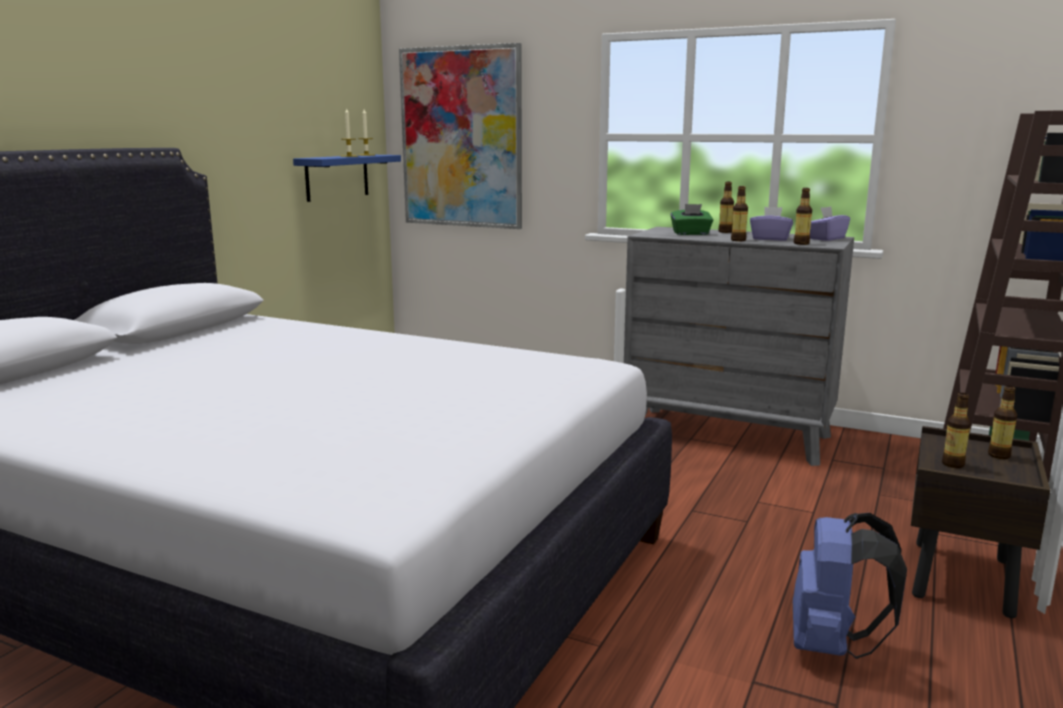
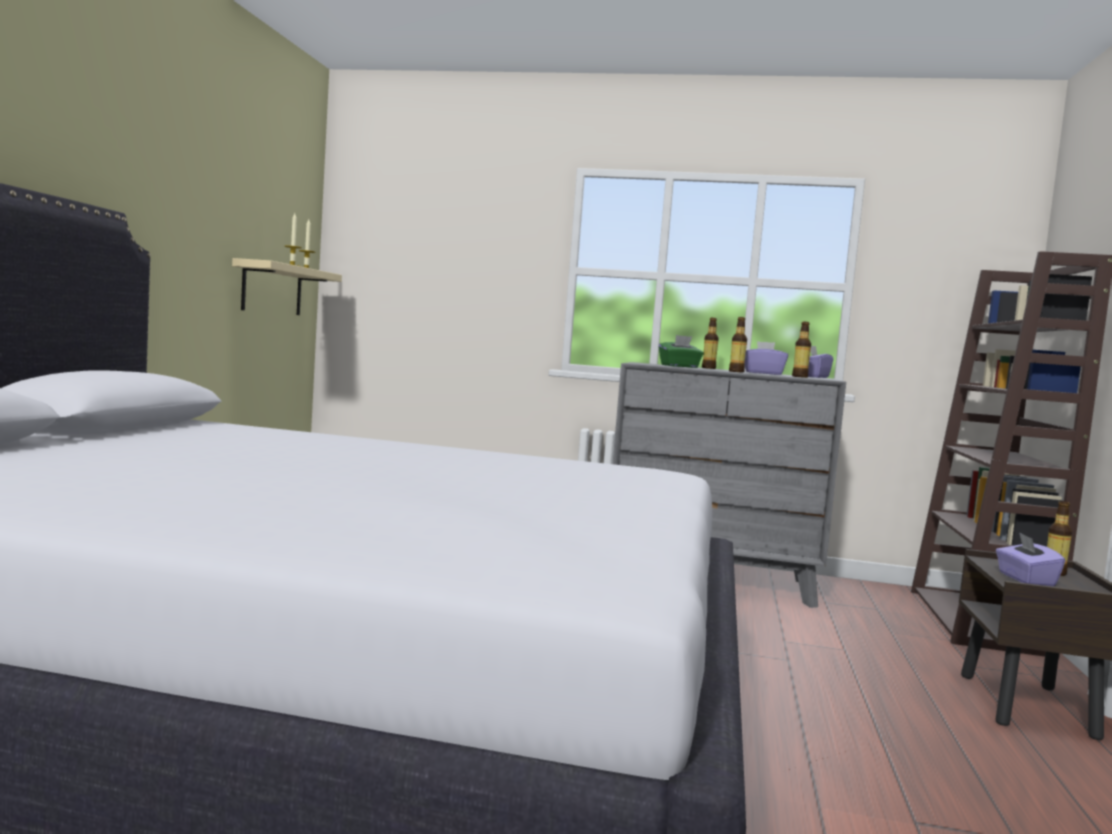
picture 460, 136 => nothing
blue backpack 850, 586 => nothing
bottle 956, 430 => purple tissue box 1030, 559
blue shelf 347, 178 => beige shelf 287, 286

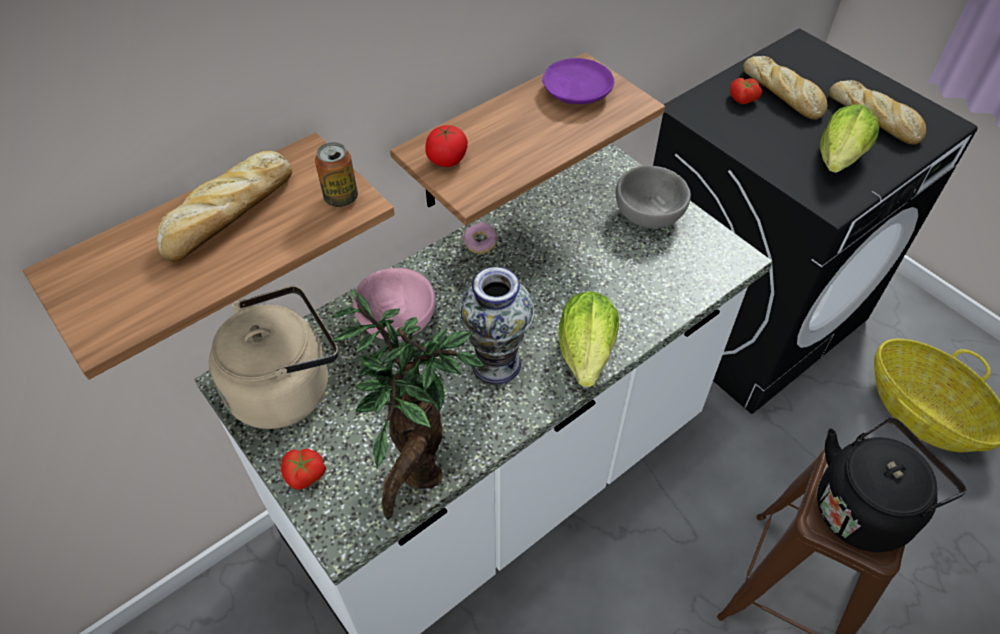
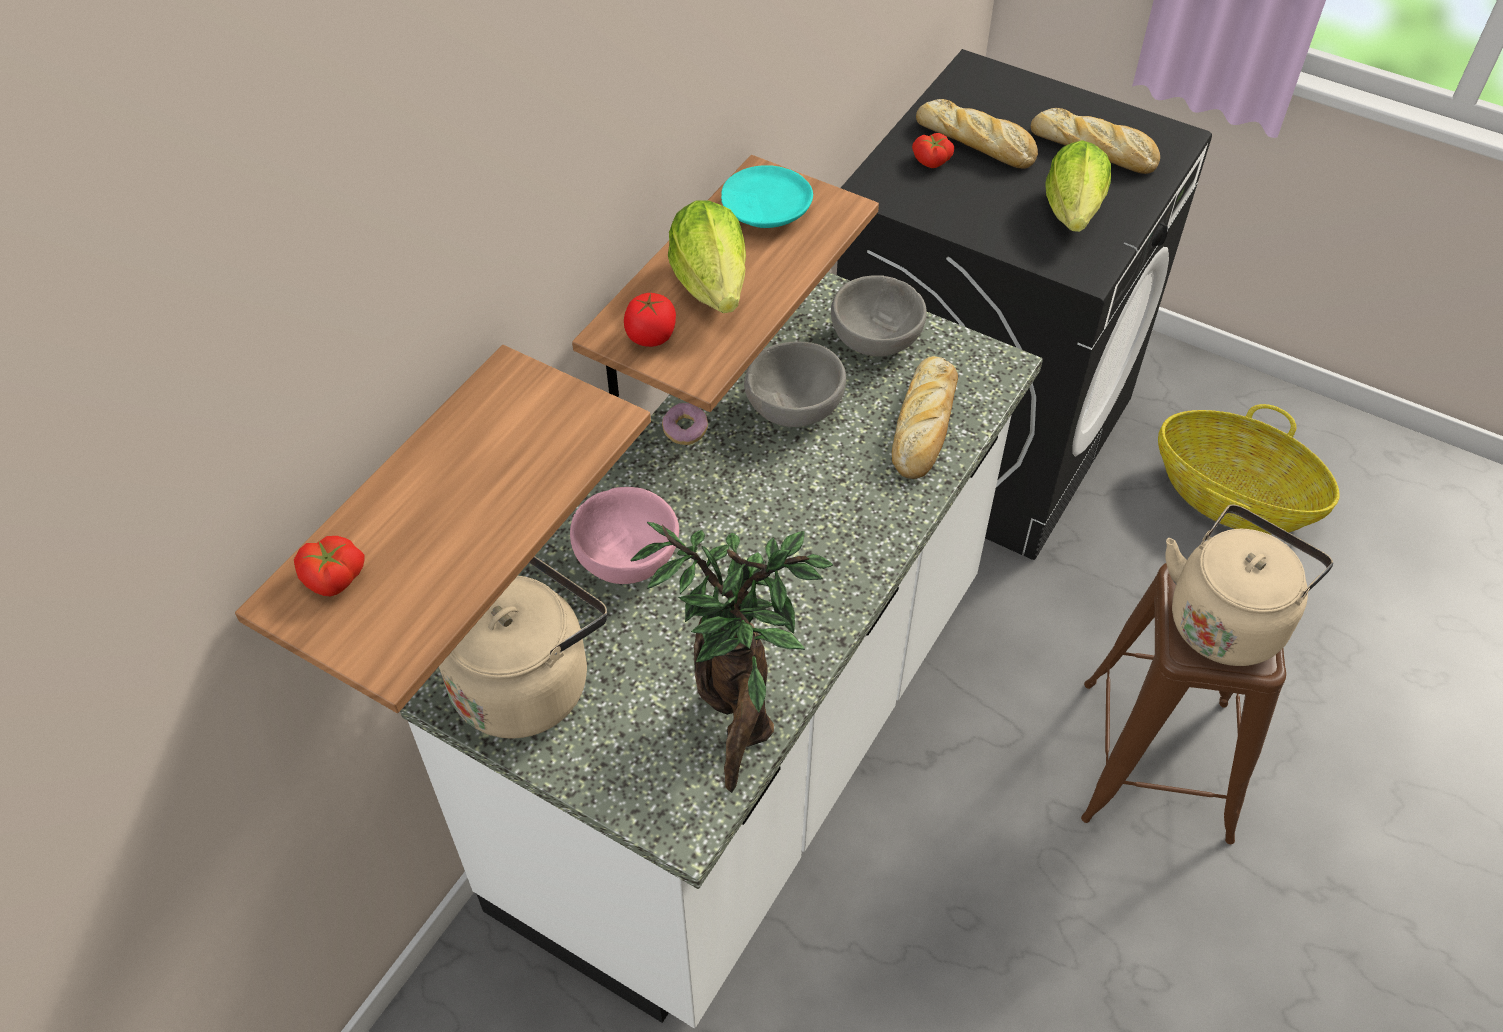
can 336, 174 => nothing
vase 496, 325 => nothing
nothing => grey bowl 795, 384
bread 224, 206 => bread 925, 417, moved
tomato 303, 468 => tomato 329, 566, moved
lettuce 589, 339 => lettuce 707, 256, moved
purple plate 578, 81 => turquoise plate 767, 196
black kettle 891, 484 => beige kettle 1249, 585

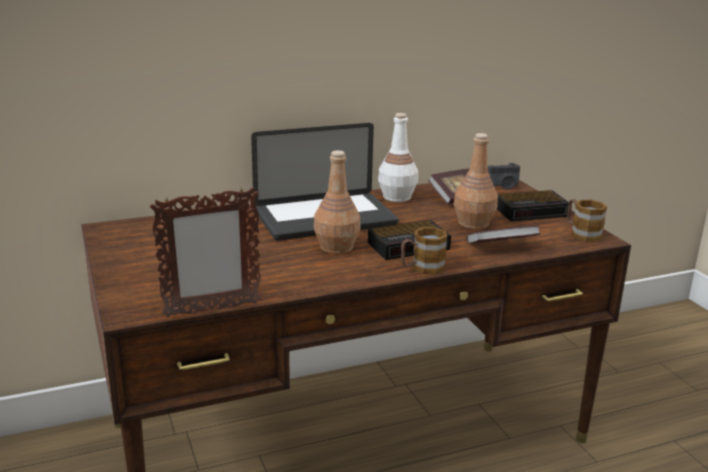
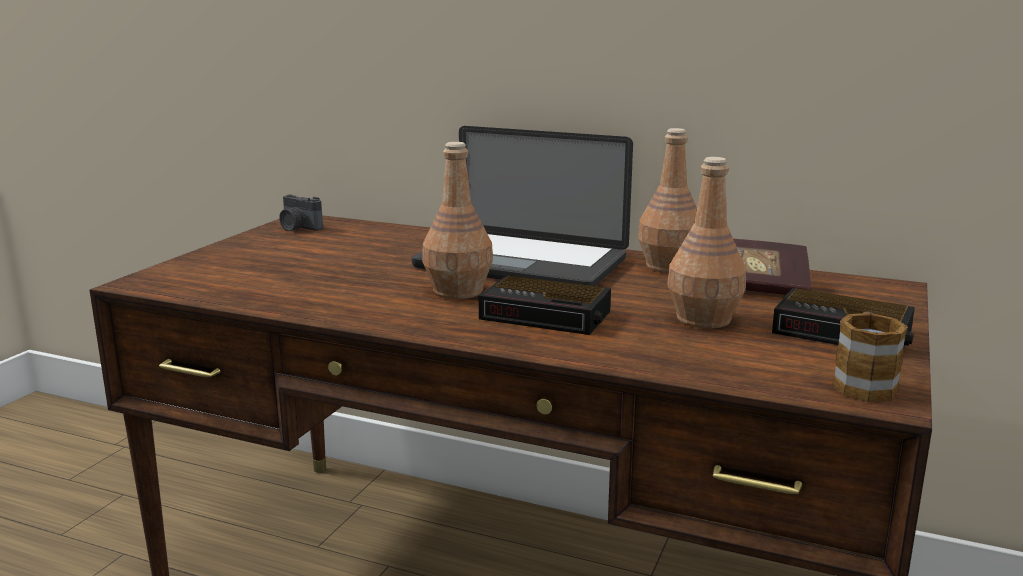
picture frame 205, 252 => nothing
mug 424, 250 => nothing
book 504, 234 => nothing
photo camera 504, 176 => photo camera 301, 213, moved
white bottle 398, 157 => brown bottle 667, 200

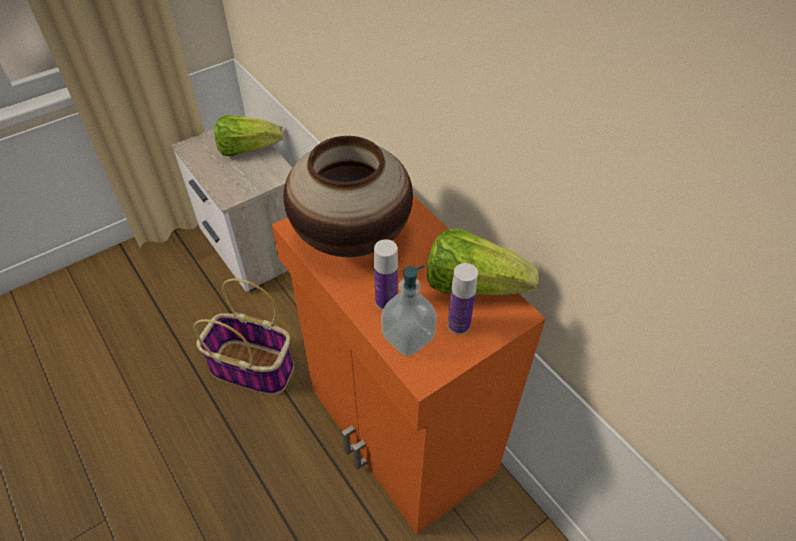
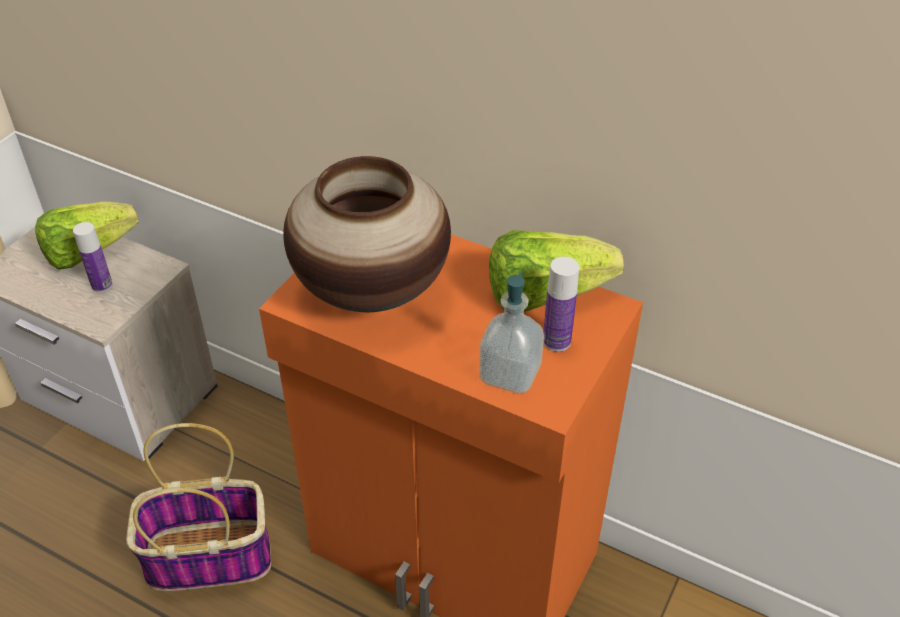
bottle 386, 274 => bottle 93, 257, moved

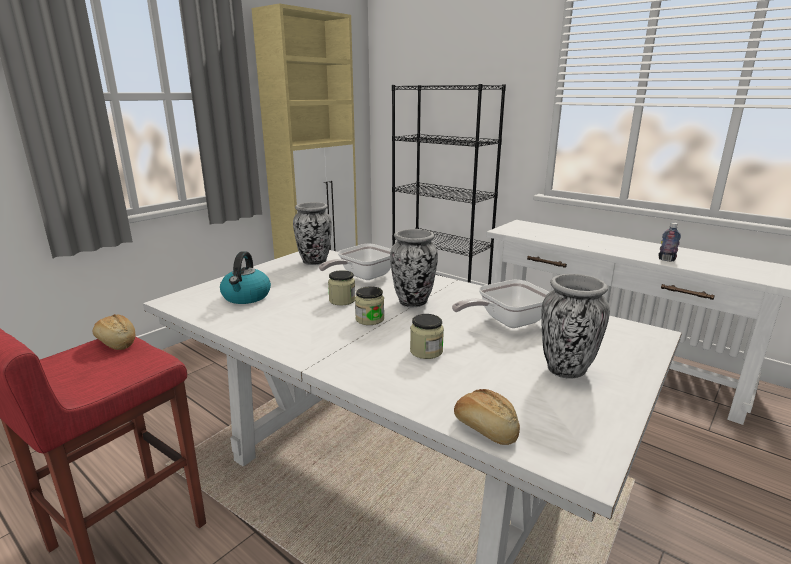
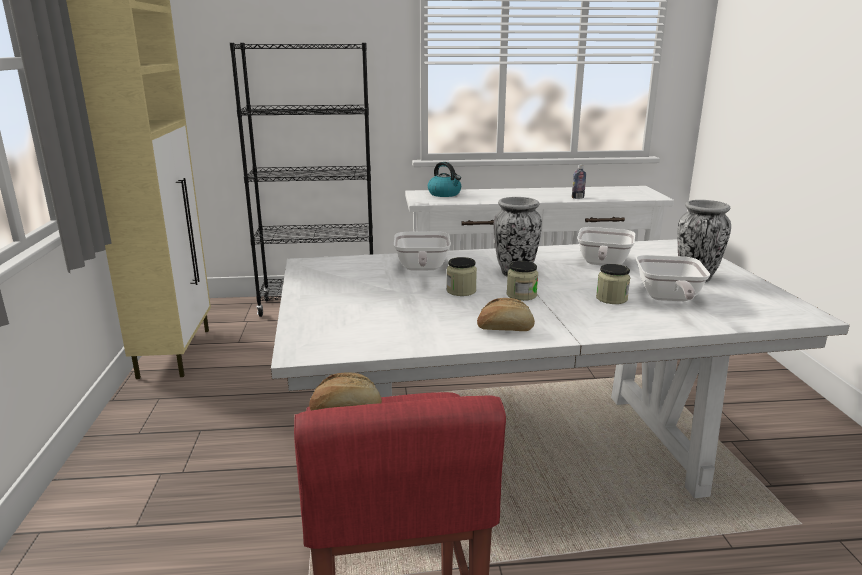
vase 312, 233 => nothing
nothing => frying pan 673, 278
kettle 245, 277 => kettle 444, 179, moved
bread 487, 417 => bread 506, 314, moved

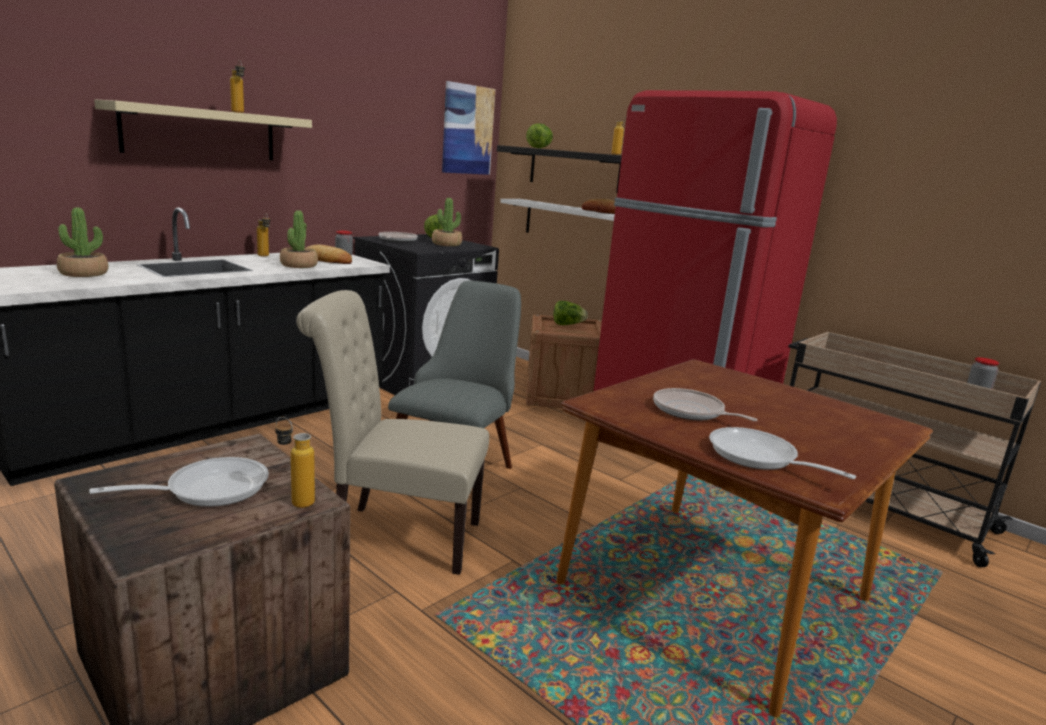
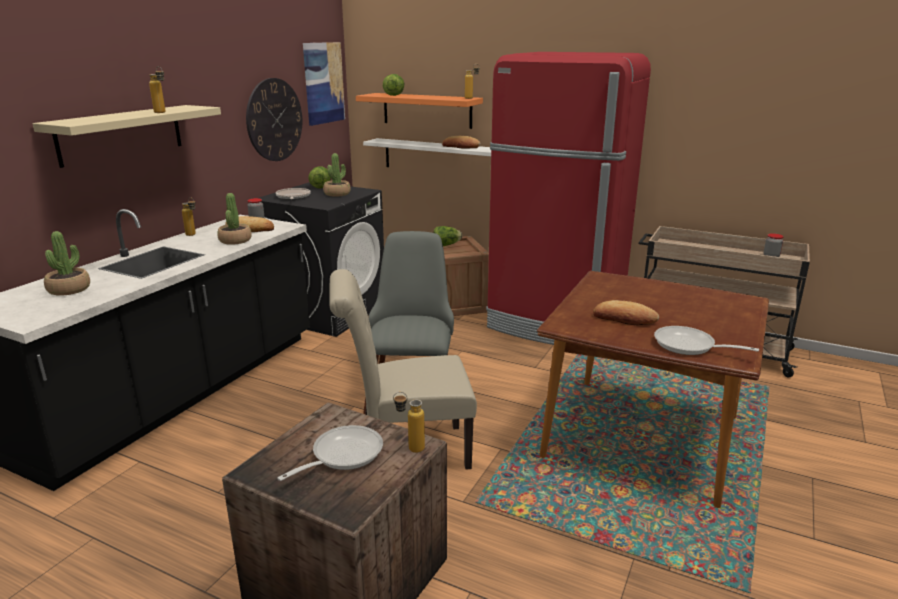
nothing => wall clock 274, 119
frying pan 705, 404 => bread 626, 312
black shelf 559, 169 => orange shelf 419, 111

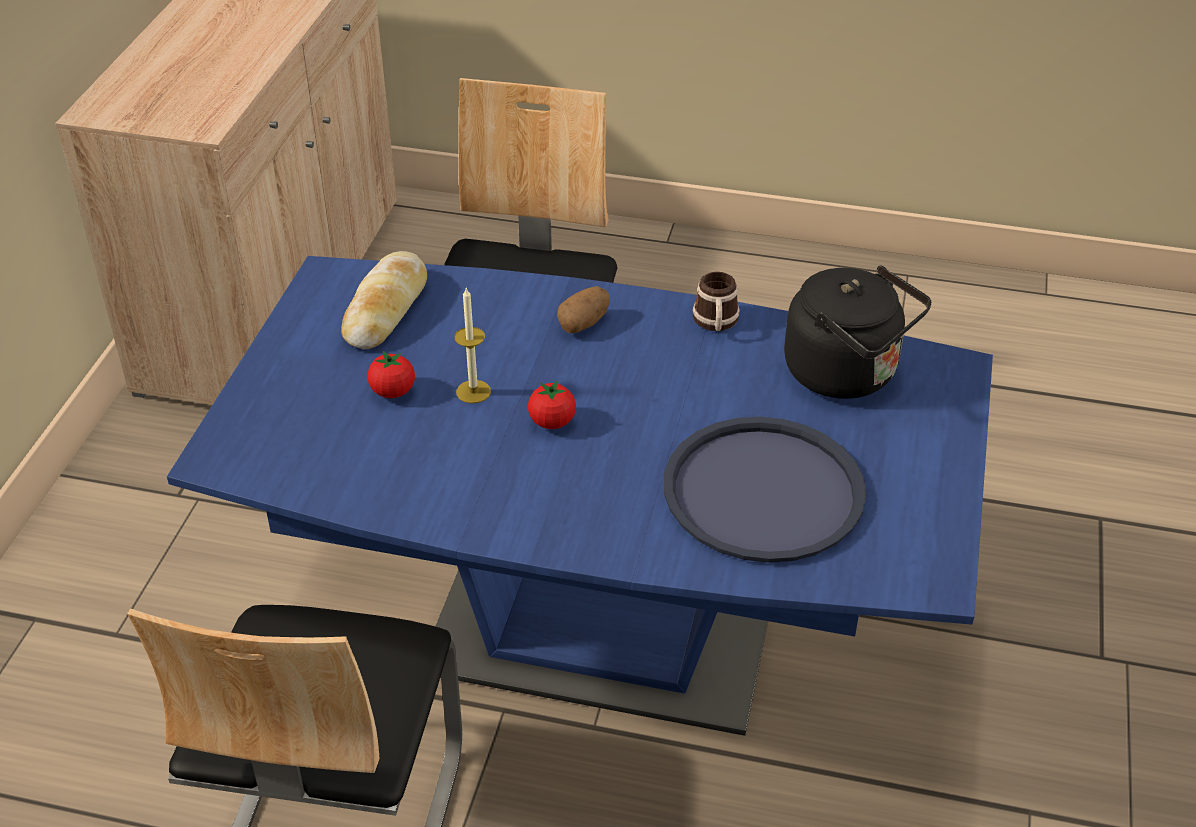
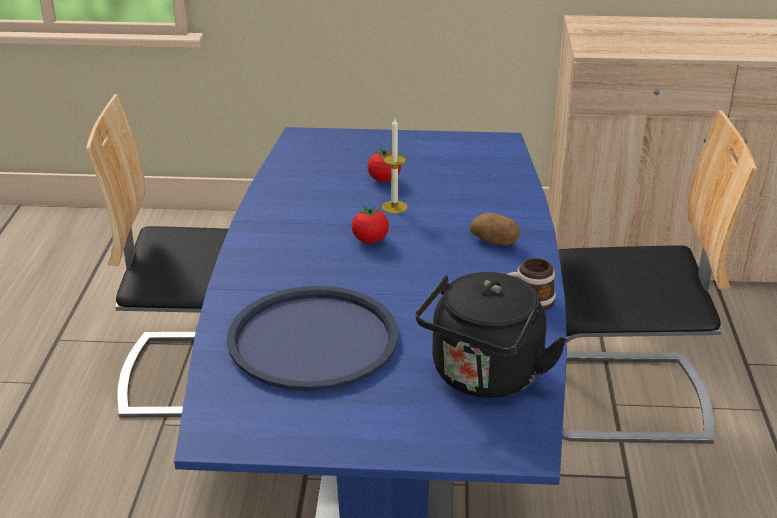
bread 384, 300 => nothing

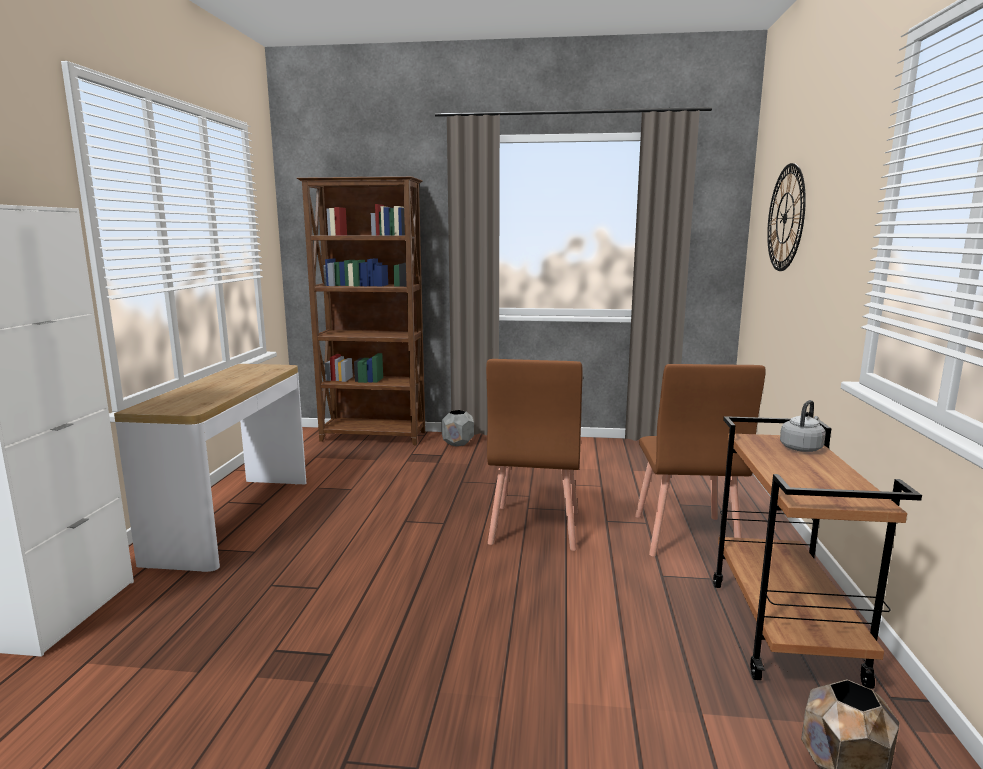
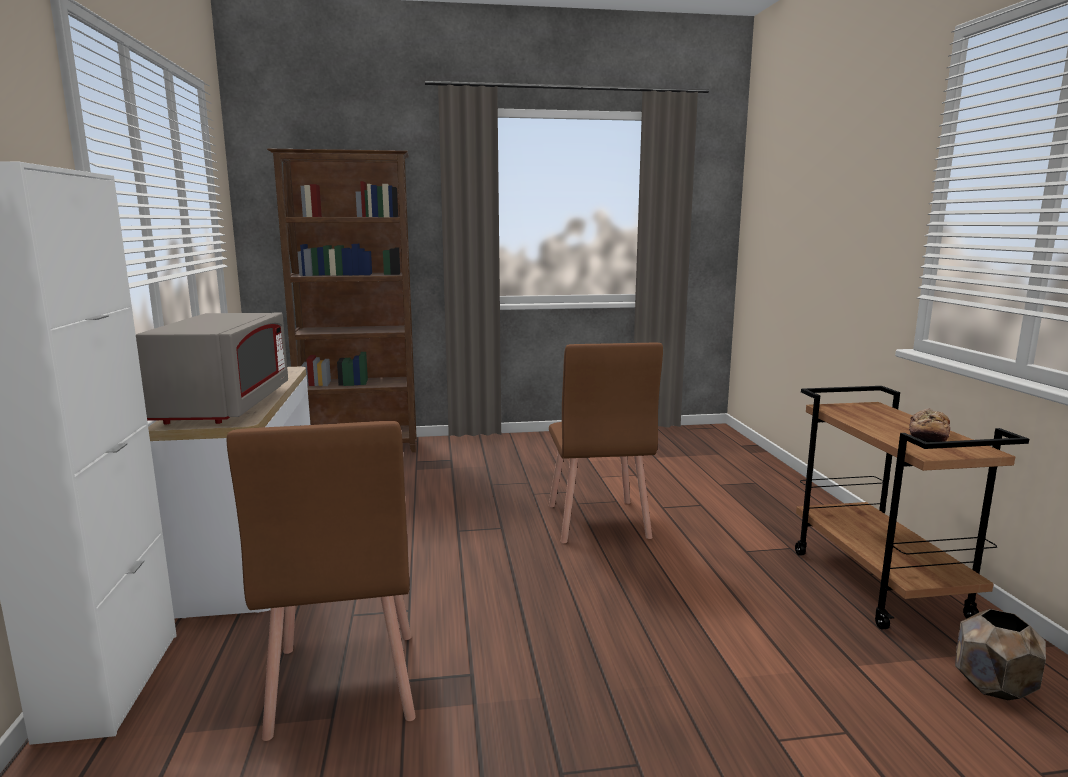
grey planter 457, 428 => nothing
wall clock 786, 217 => nothing
grey kettle 803, 426 => nothing
nothing => grey microwave 212, 368
nothing => bread 929, 425
brown chair 700, 460 => brown chair 321, 581, moved

